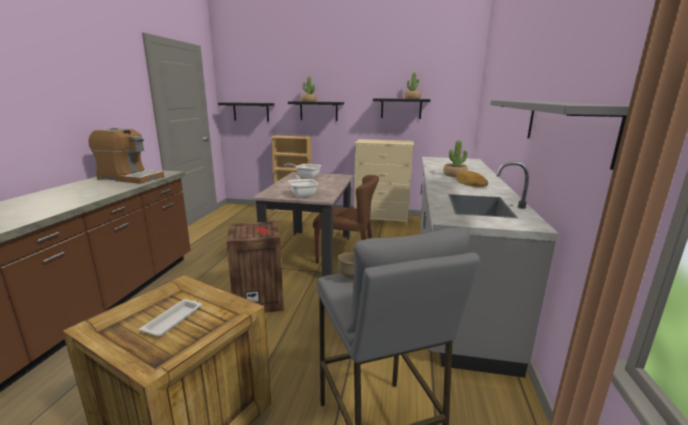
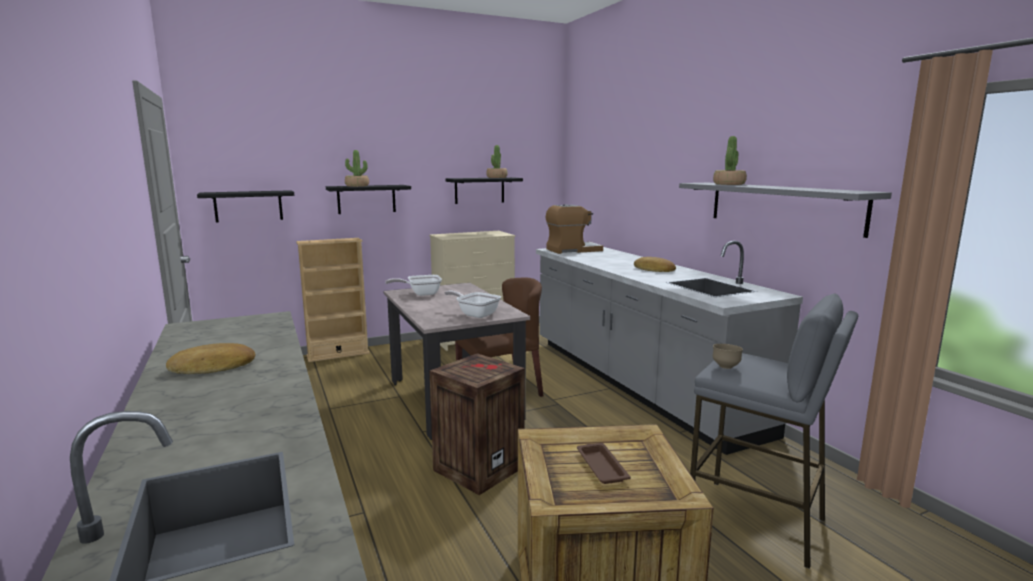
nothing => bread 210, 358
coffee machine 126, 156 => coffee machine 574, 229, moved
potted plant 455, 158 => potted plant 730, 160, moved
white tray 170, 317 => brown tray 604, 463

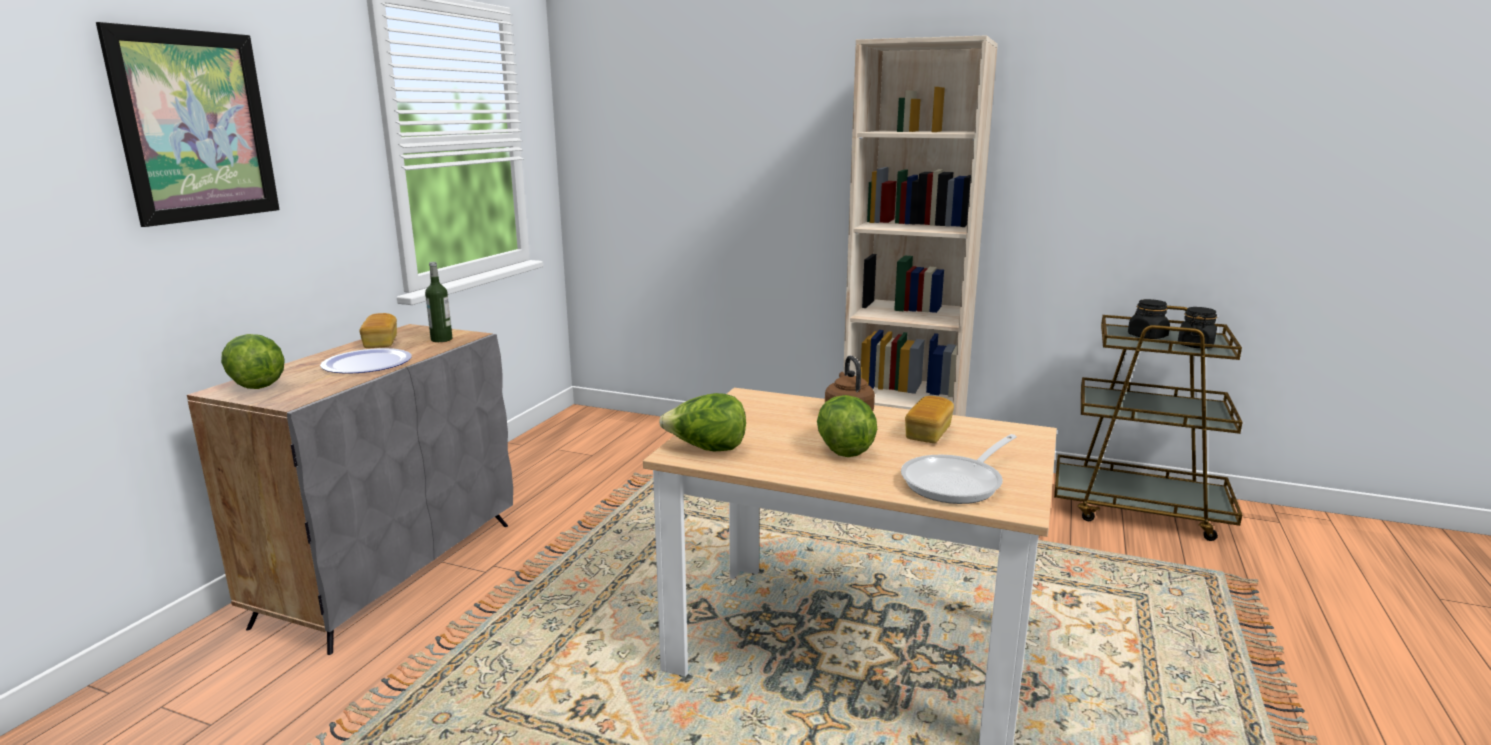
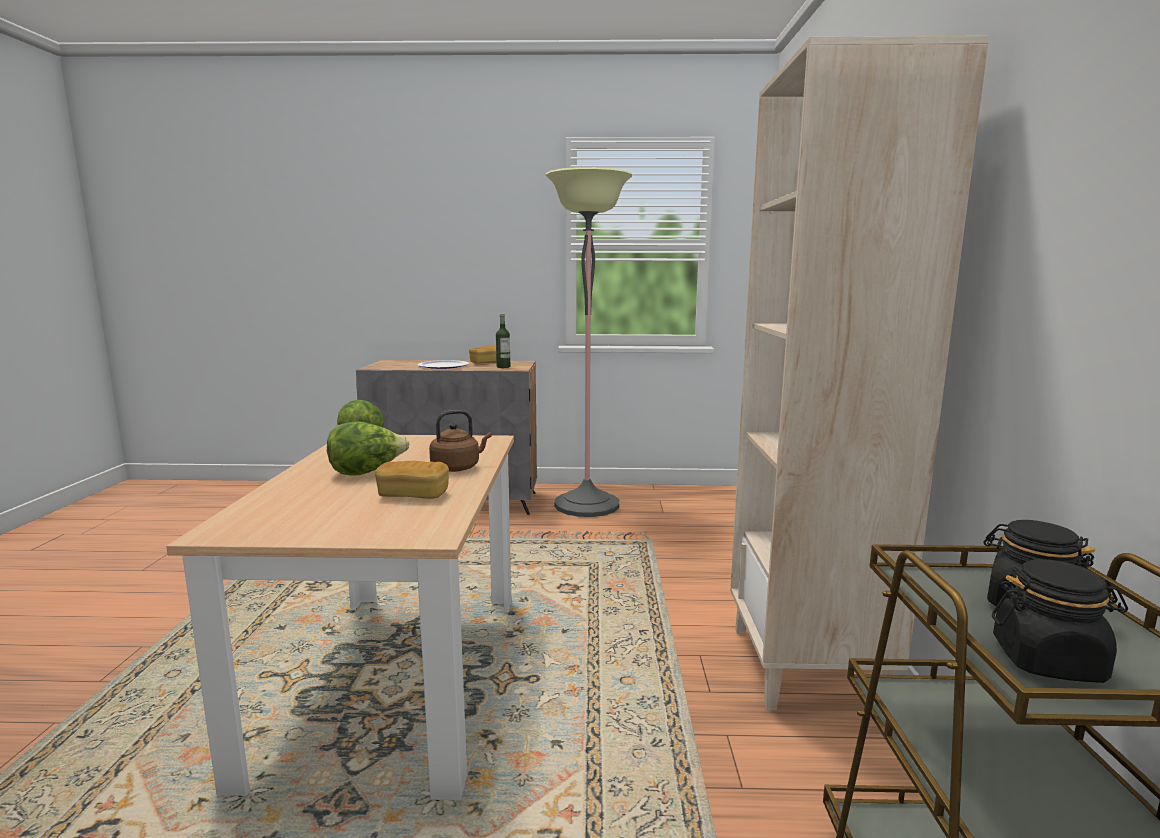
picture 188, 124 => nothing
lettuce 253, 361 => nothing
frying pan 959, 469 => nothing
nothing => floor lamp 588, 342

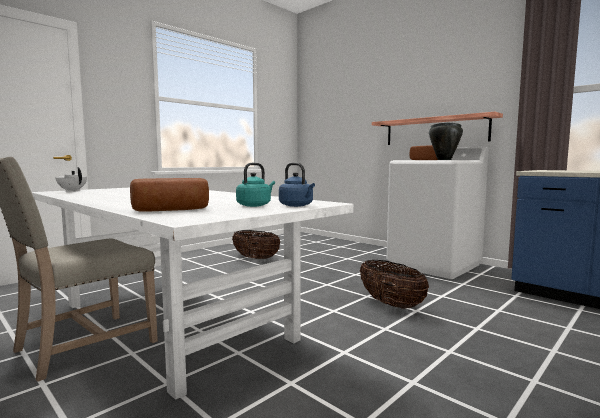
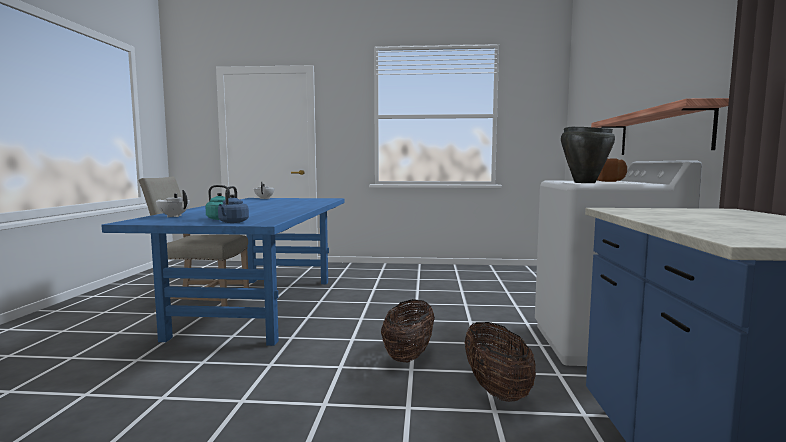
basket 256, 244 => basket 500, 362, moved
bread 169, 195 => white teapot 173, 203
white dining table 192, 294 => blue dining table 223, 272

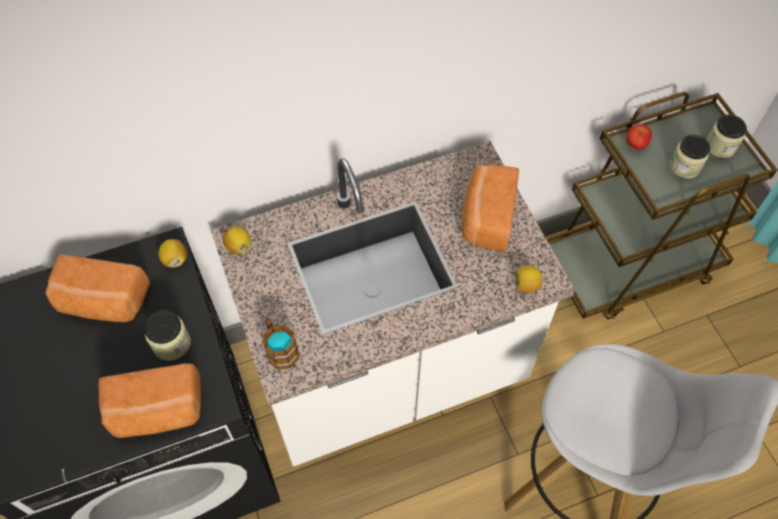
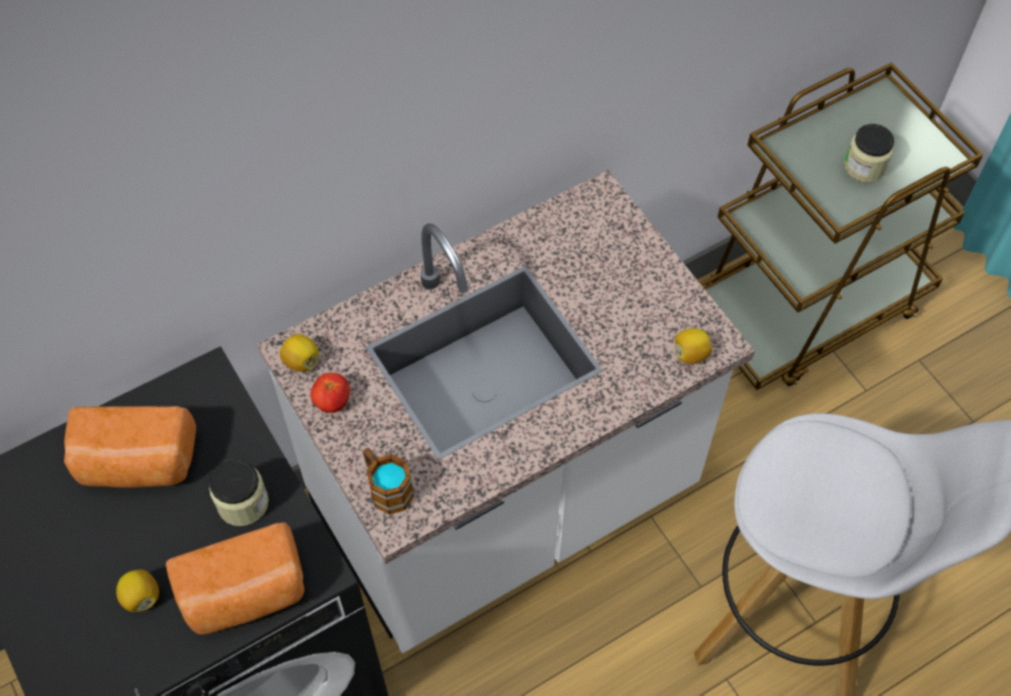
bread 490, 208 => nothing
jar 726, 136 => nothing
lemon 172, 253 => lemon 137, 590, moved
tomato 639, 136 => tomato 330, 393, moved

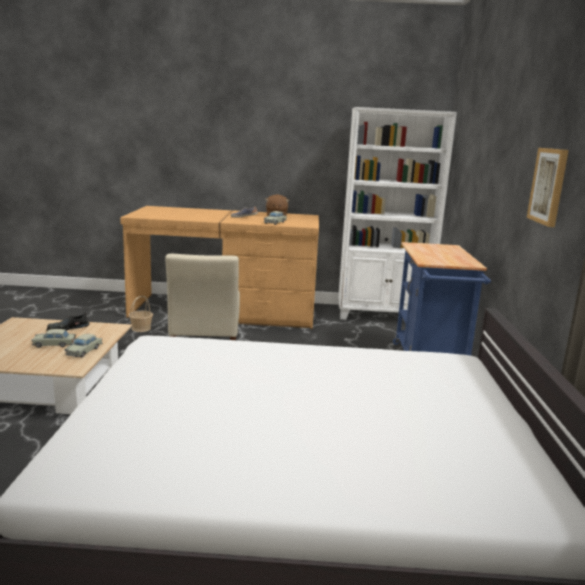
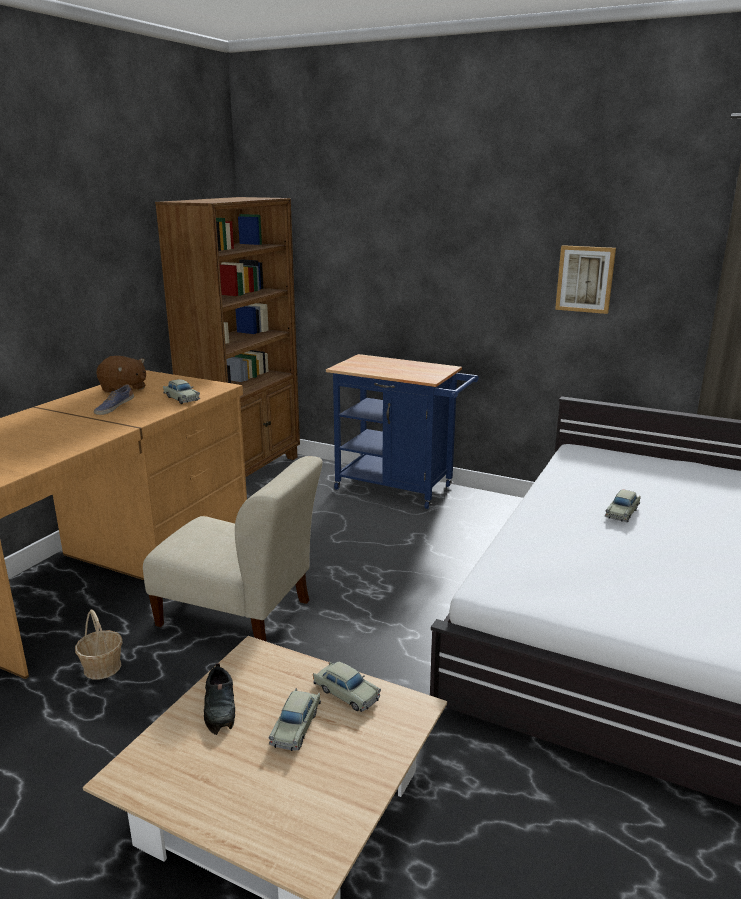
nothing => beige toy car 623, 506
white bookcase 397, 213 => brown bookcase 227, 337

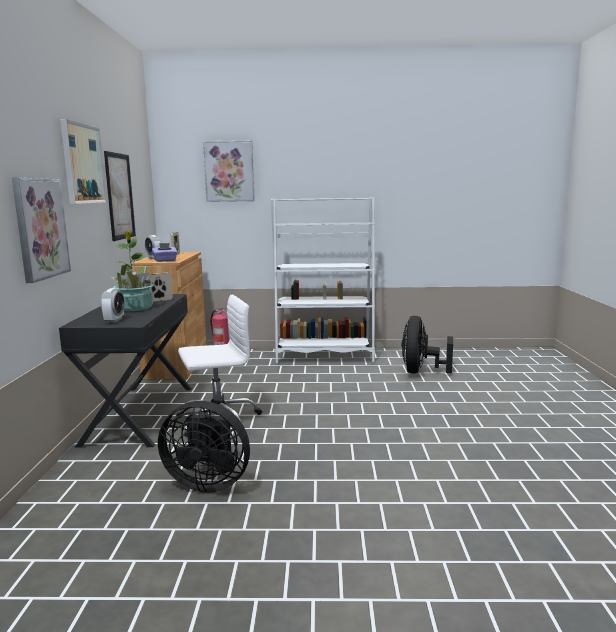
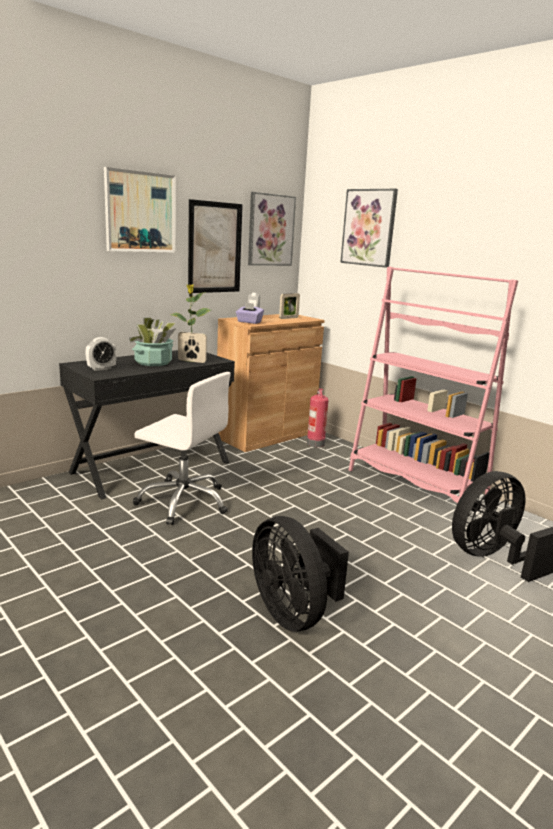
picture 41, 230 => picture 272, 229, moved
black fan 204, 447 => black fan 300, 573, moved
white bookcase 323, 280 => pink bookcase 433, 385

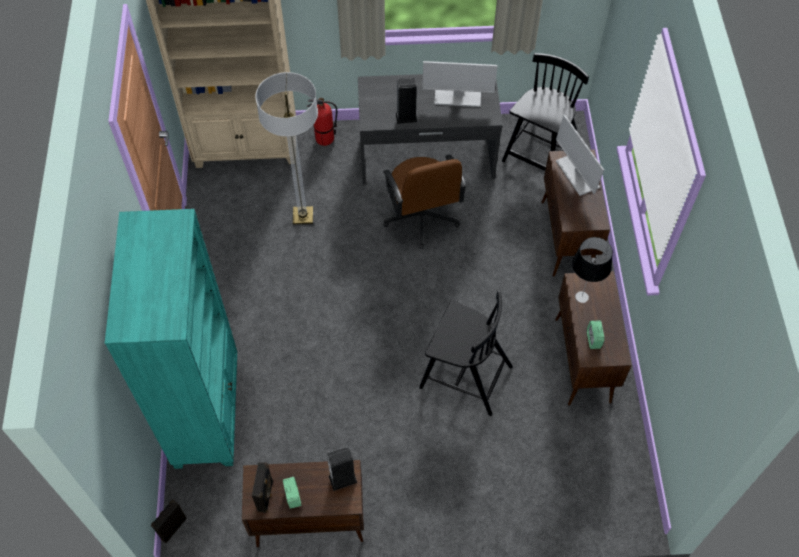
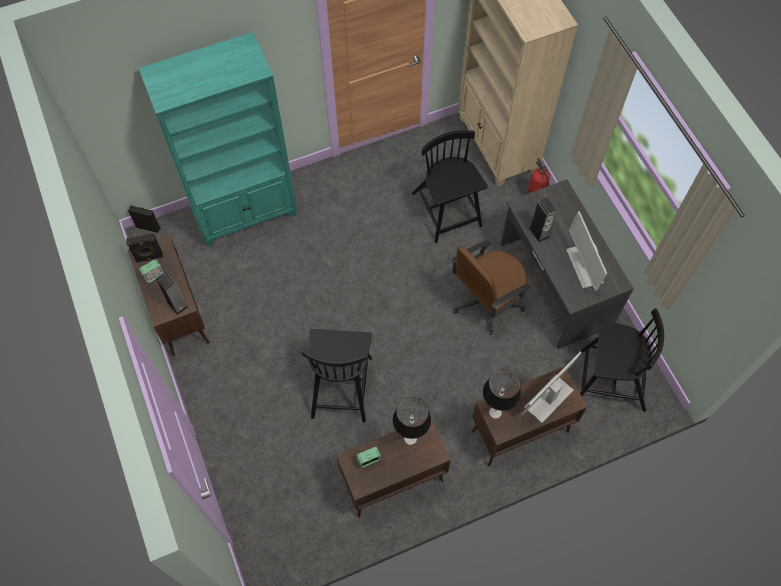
nothing => table lamp 502, 393
floor lamp 286, 148 => black chair 450, 186

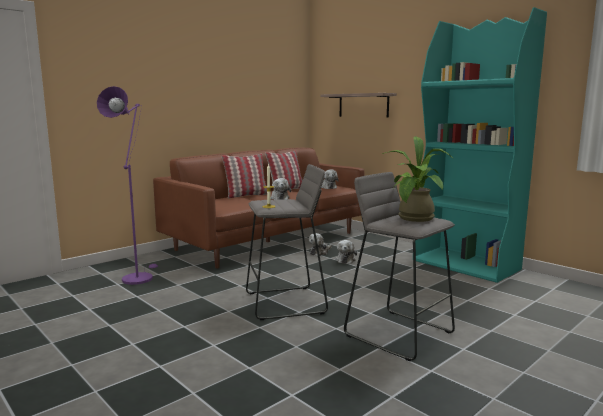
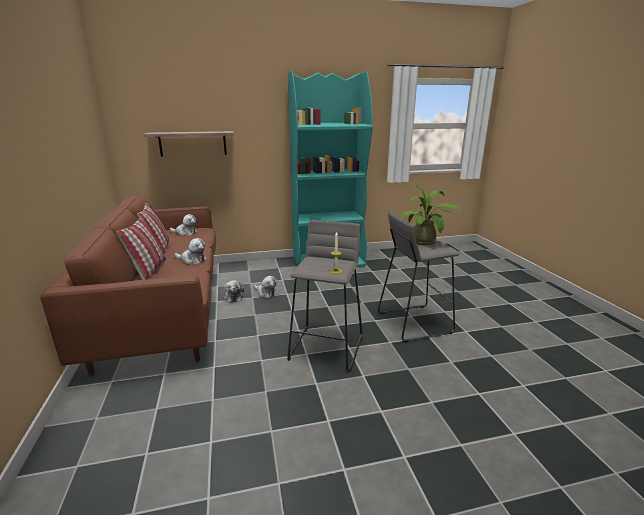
purple floor lamp 127, 185 => nothing

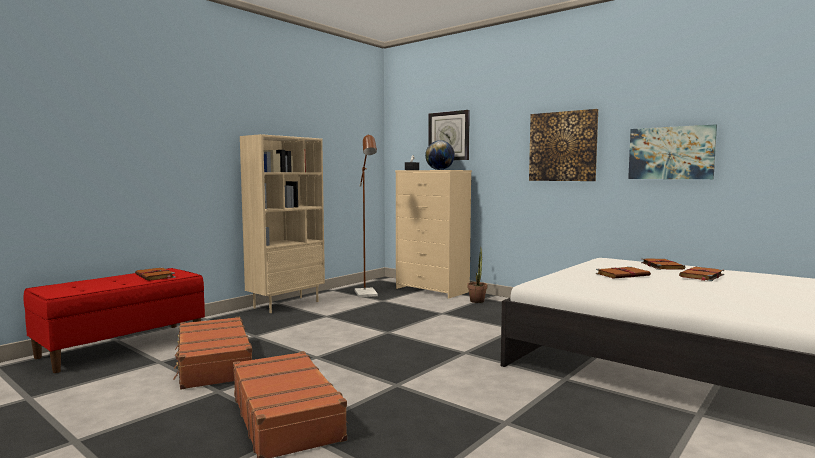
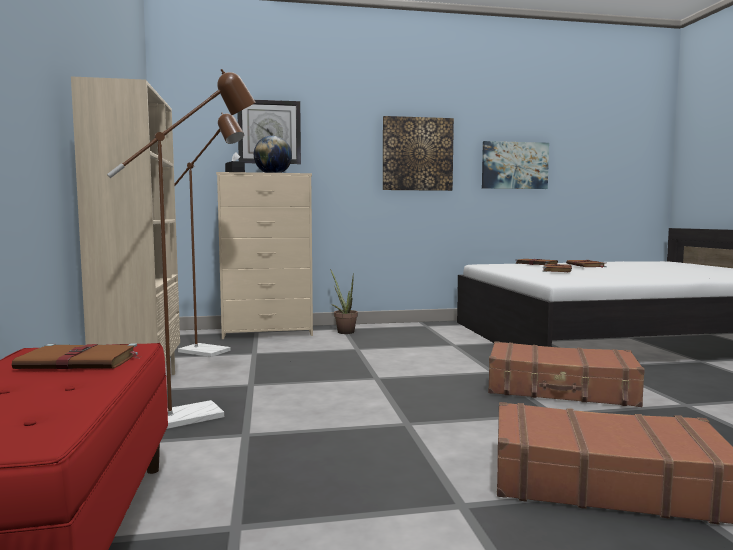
nothing => brown floor lamp 181, 249
brown suitcase 212, 353 => brown suitcase 566, 374, moved

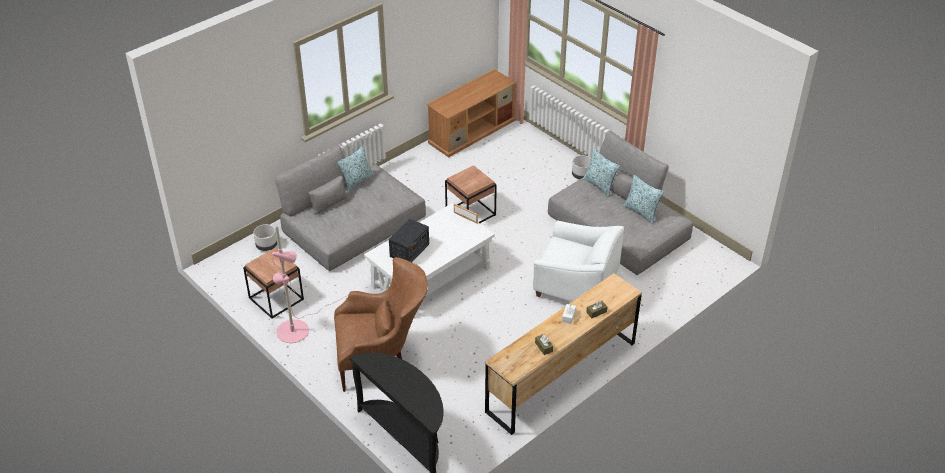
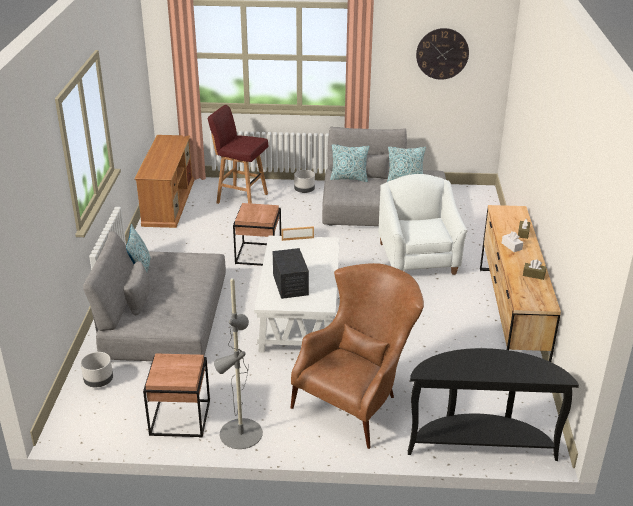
nothing => red stool 238, 154
nothing => wall clock 442, 54
pink floor lamp 313, 284 => grey floor lamp 238, 363
white armchair 578, 260 => white armchair 423, 224, 75 degrees counterclockwise

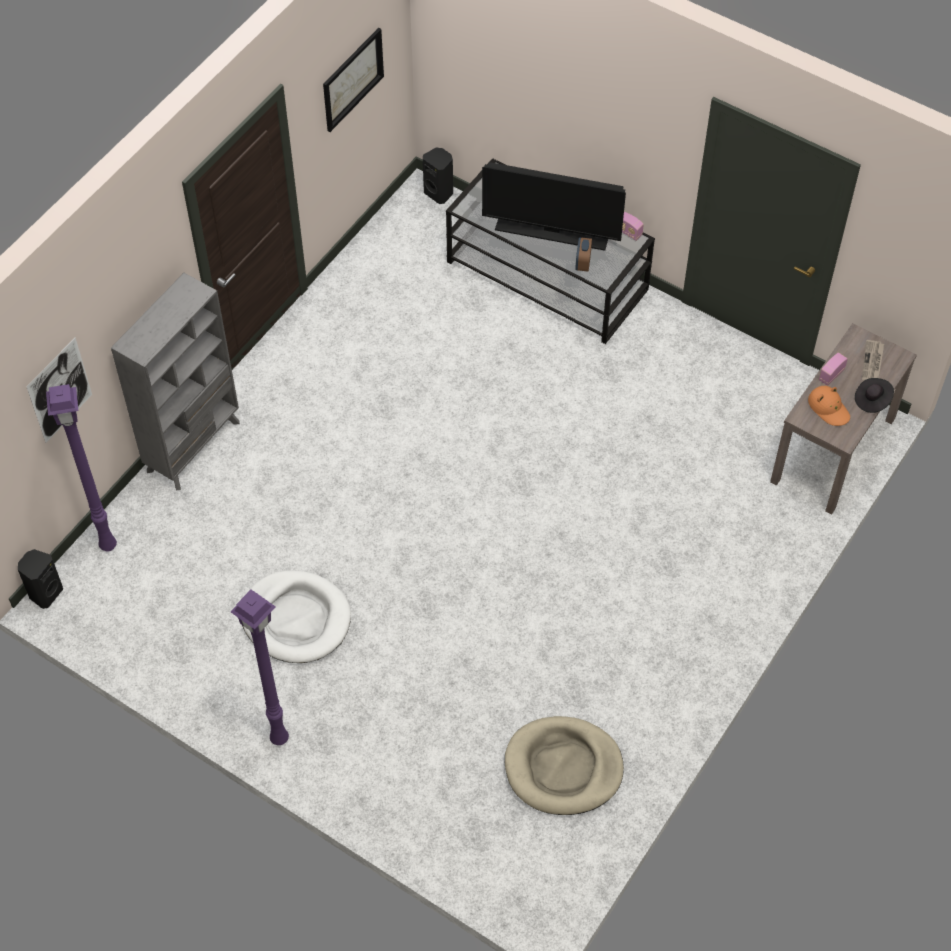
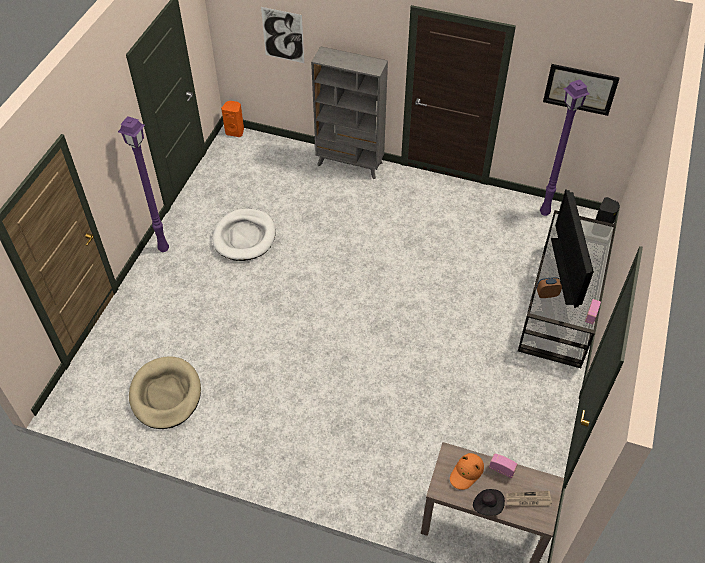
purple floor lamp 81, 467 => purple floor lamp 565, 147, moved
black speaker 40, 579 => orange speaker 232, 119

